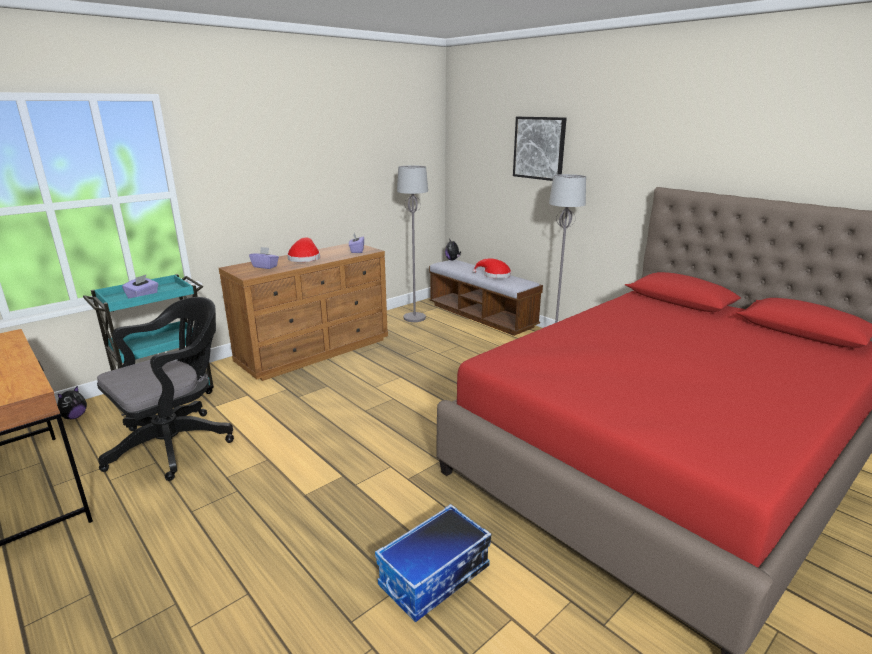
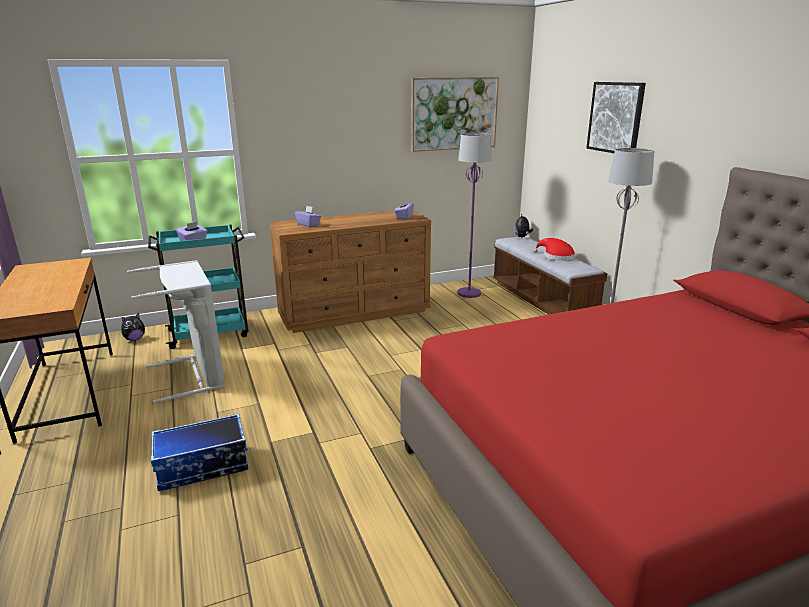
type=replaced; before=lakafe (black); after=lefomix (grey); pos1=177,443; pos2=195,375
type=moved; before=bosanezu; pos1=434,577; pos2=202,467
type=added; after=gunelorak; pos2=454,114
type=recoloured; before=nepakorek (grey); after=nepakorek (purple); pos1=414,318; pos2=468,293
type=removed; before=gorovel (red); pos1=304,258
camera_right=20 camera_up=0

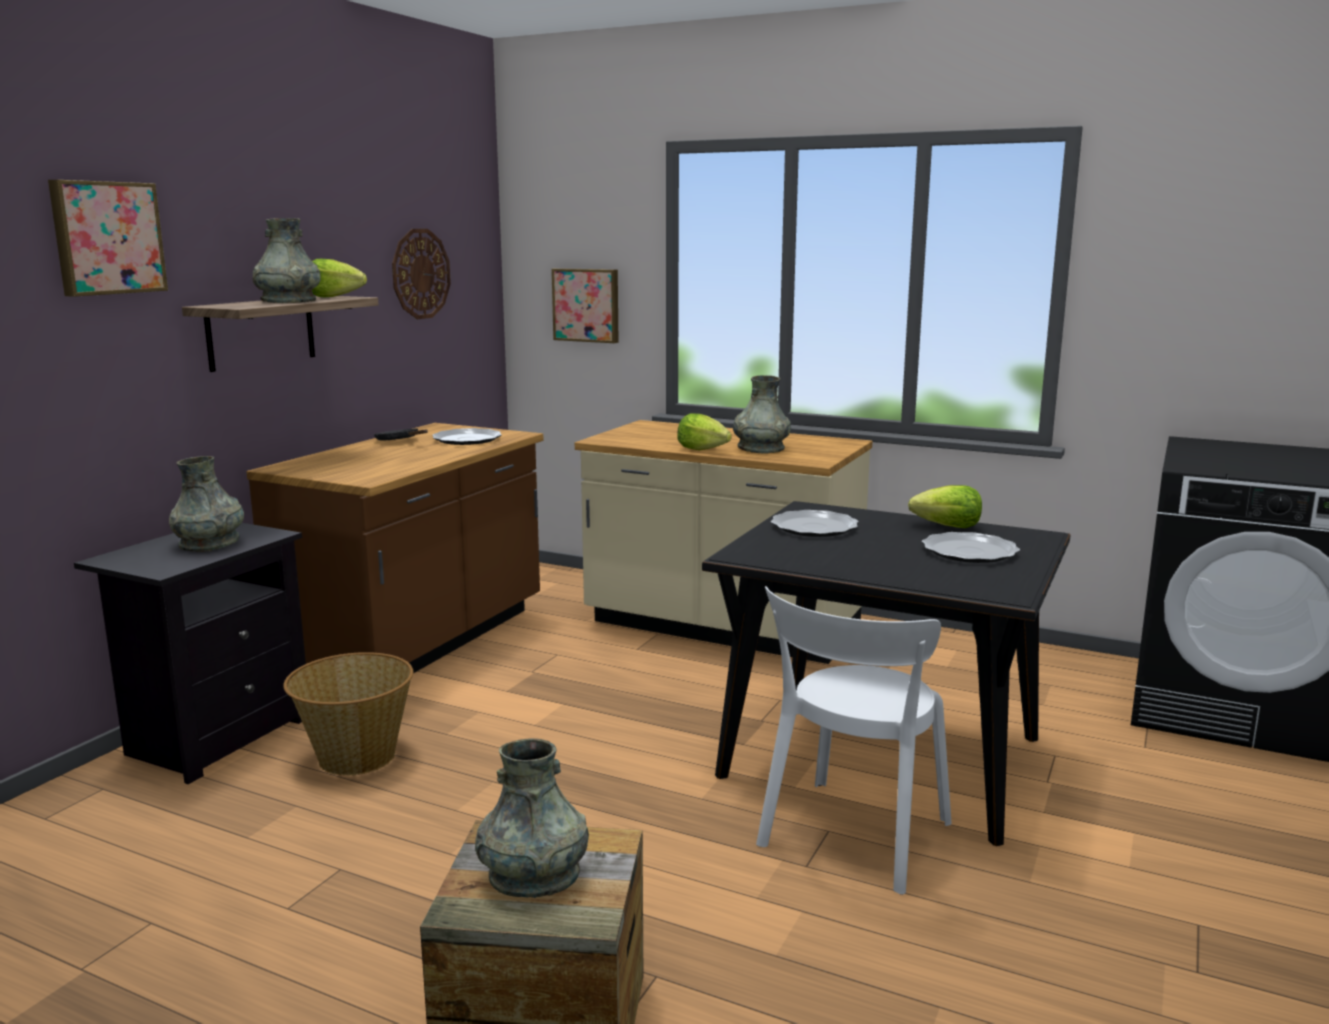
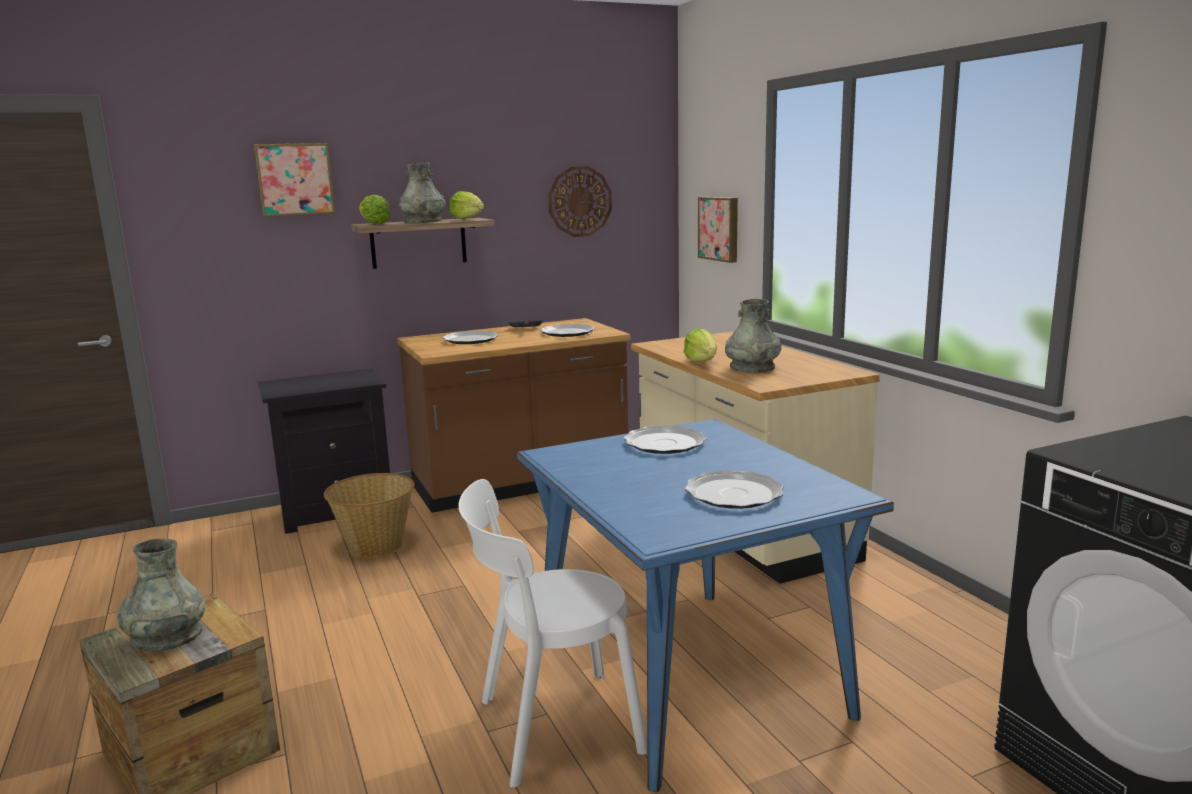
type=moved; before=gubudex; pos1=948,527; pos2=374,224
type=added; after=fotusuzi; pos2=471,340
type=recoloured; before=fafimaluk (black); after=fafimaluk (blue); pos1=883,757; pos2=688,676
type=removed; before=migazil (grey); pos1=209,543
camera_right=40 camera_up=0

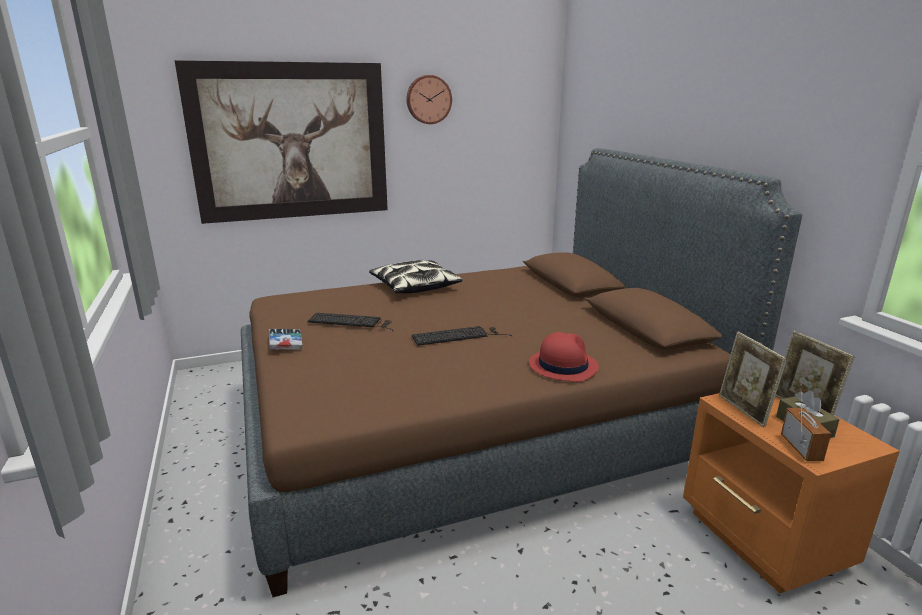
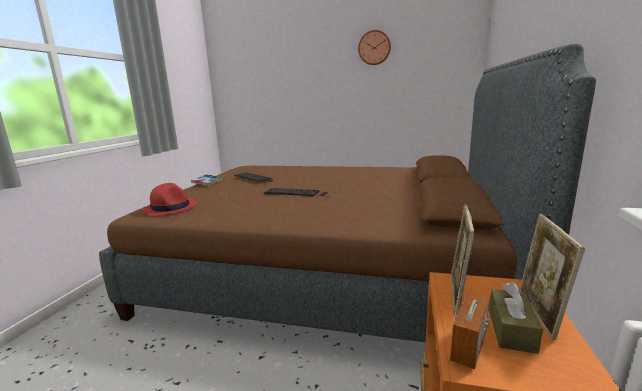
type=moved; before=gorovel (red); pos1=562,365; pos2=171,207
type=removed; before=gunelorak; pos1=291,142
type=removed; before=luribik; pos1=414,286
camera_right=35 camera_up=-5

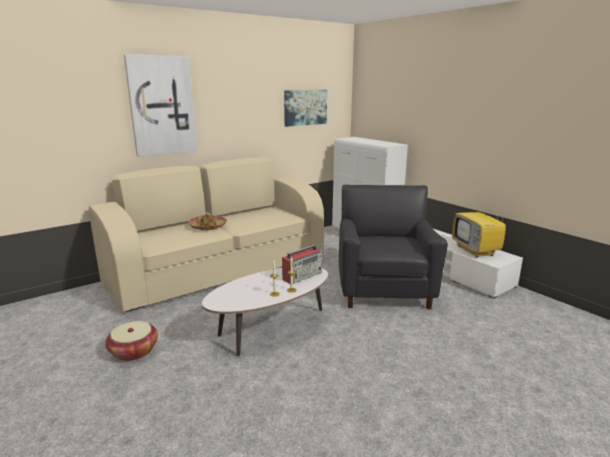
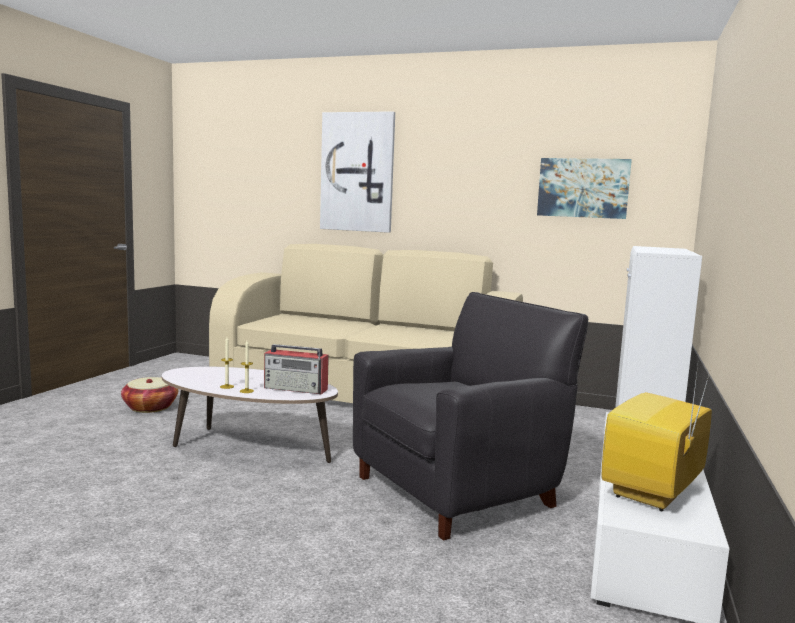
type=removed; before=gorovel; pos1=208,227
camera_right=55 camera_up=-10

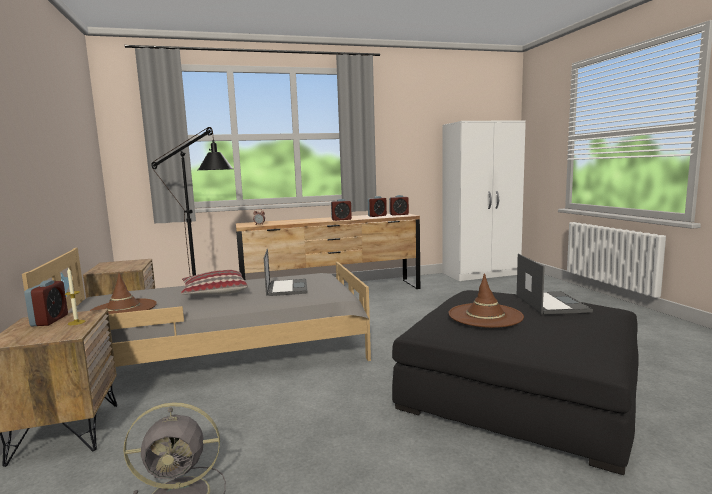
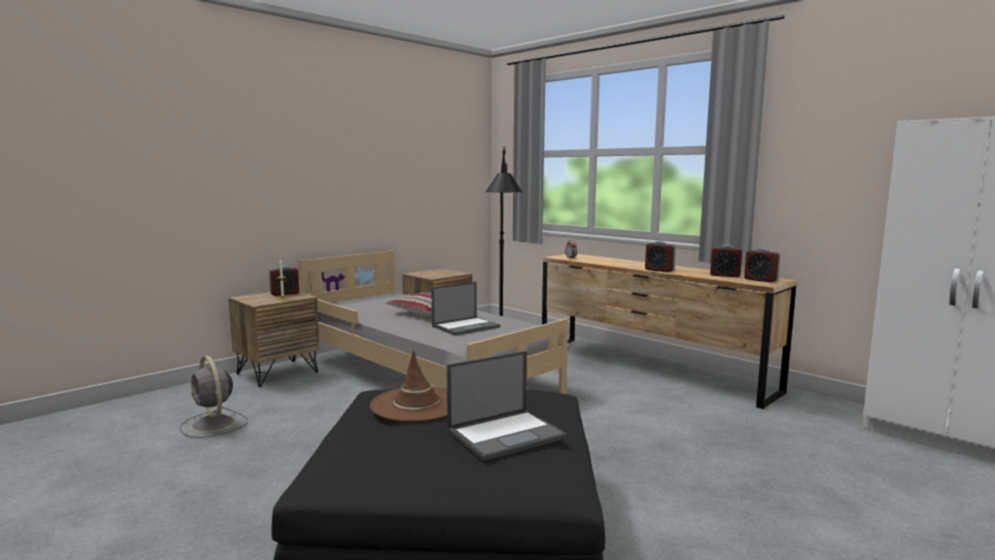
type=removed; before=gorovel (brown); pos1=123,309
camera_right=60 camera_up=0

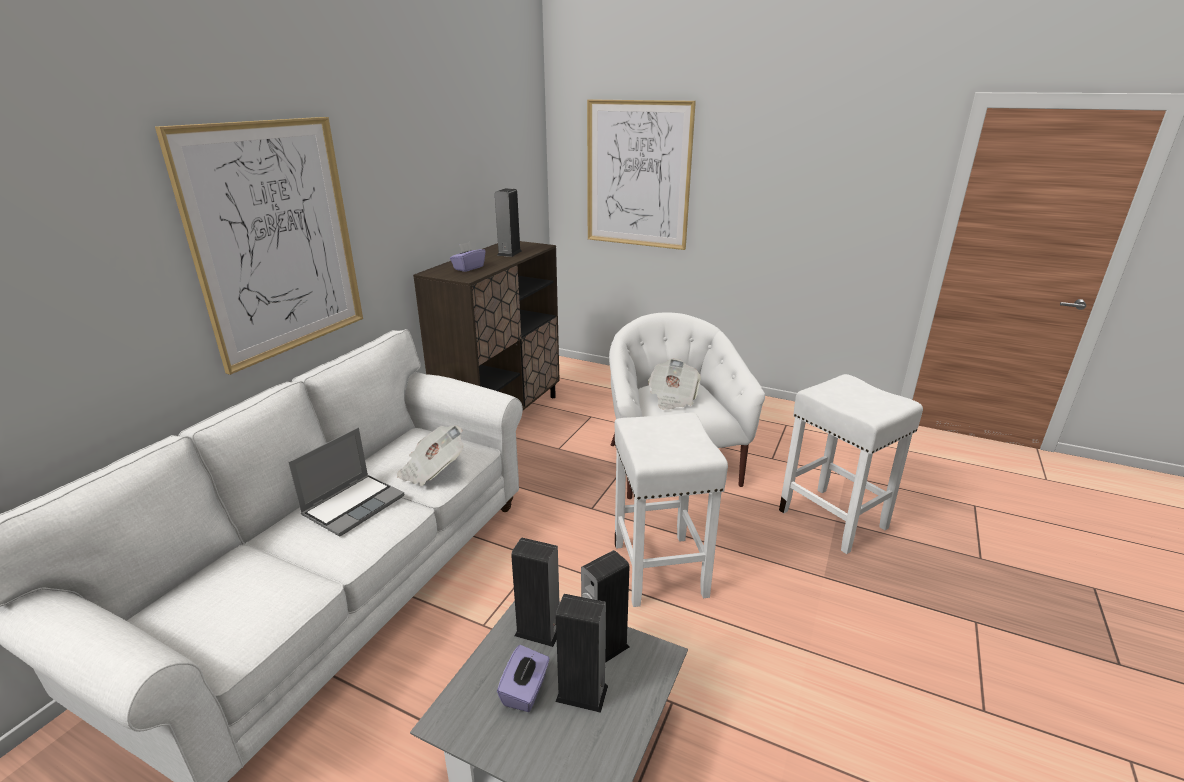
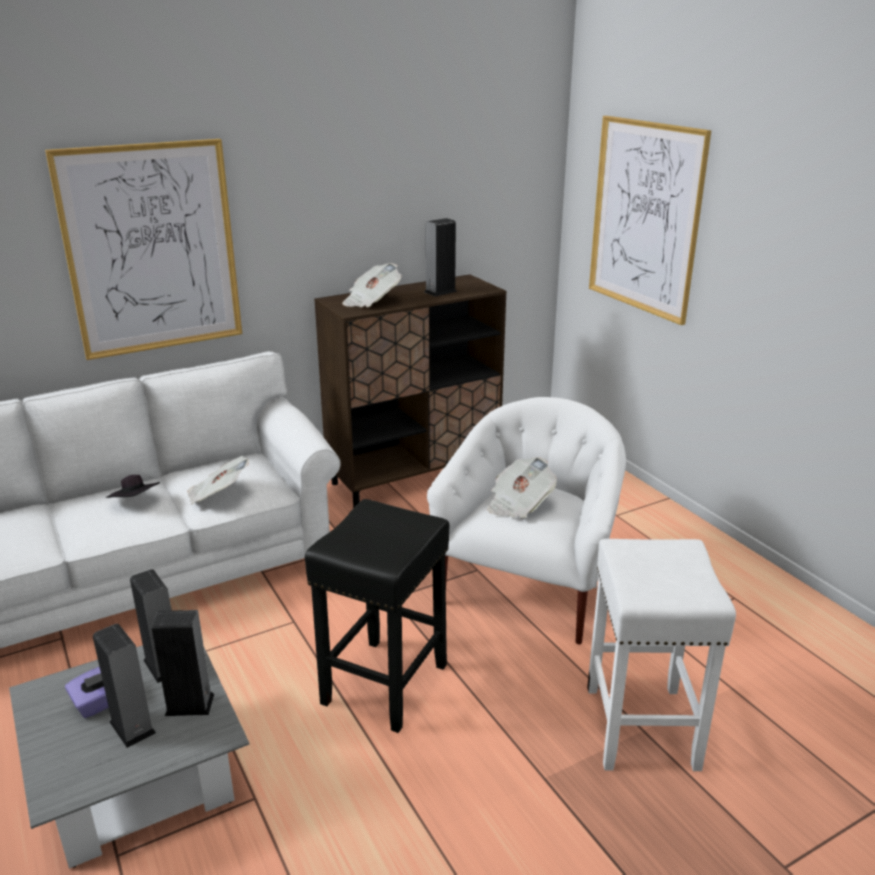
type=replaced; before=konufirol; after=gorovel (black); pos1=354,505; pos2=136,502
type=recoloured; before=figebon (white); after=figebon (black); pos1=660,571; pos2=384,685
type=replaced; before=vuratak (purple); after=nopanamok; pos1=468,268; pos2=371,301
camera_right=35 camera_up=0

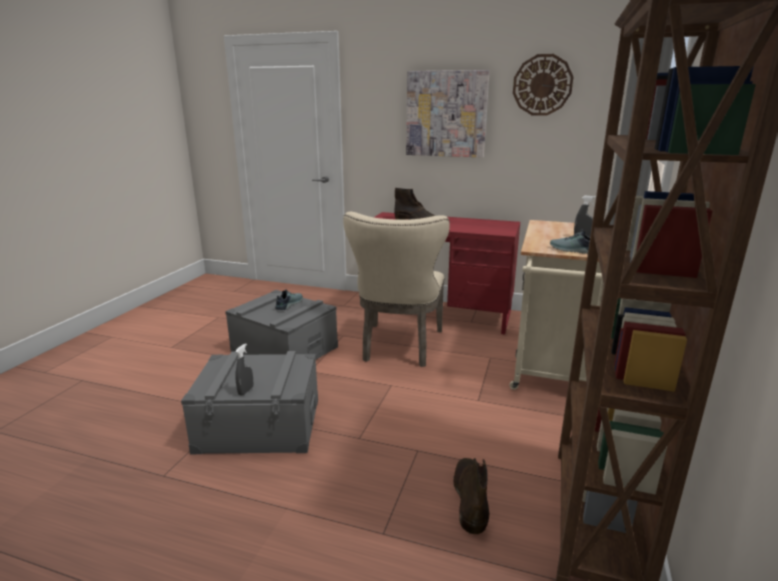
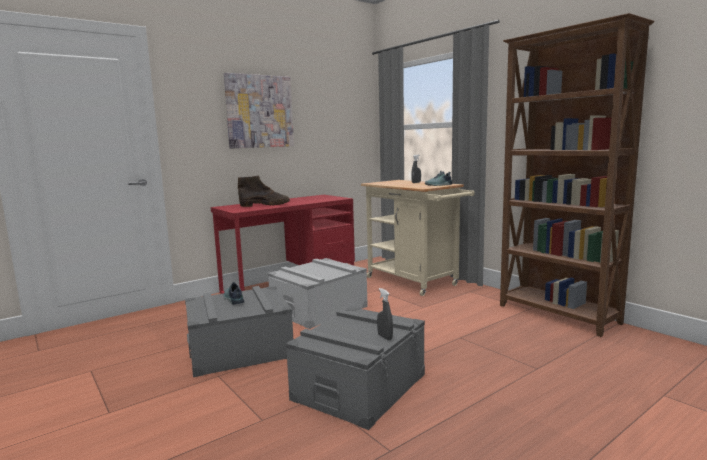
type=replaced; before=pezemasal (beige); after=bosanezu (grey); pos1=400,347; pos2=319,309
type=removed; before=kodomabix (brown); pos1=470,497
type=removed; before=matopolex; pos1=542,85
camera_right=-55 camera_up=-10

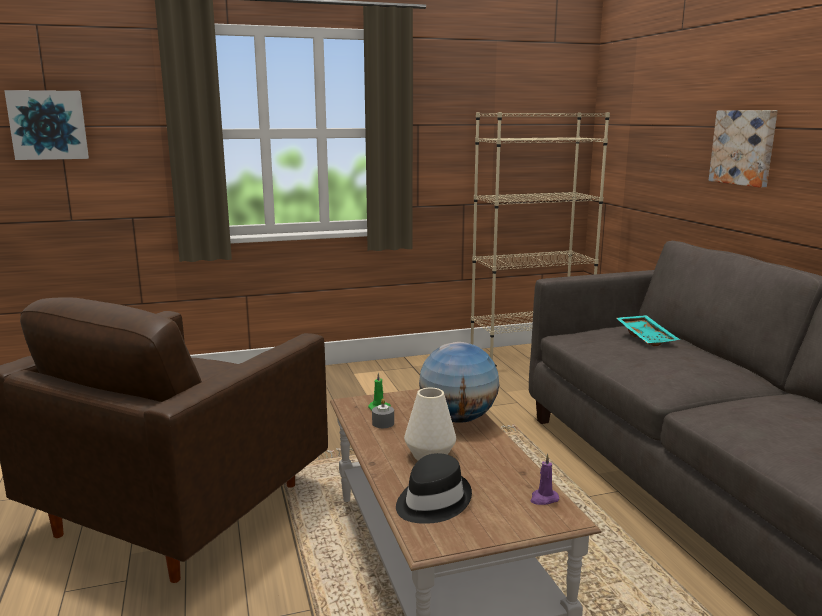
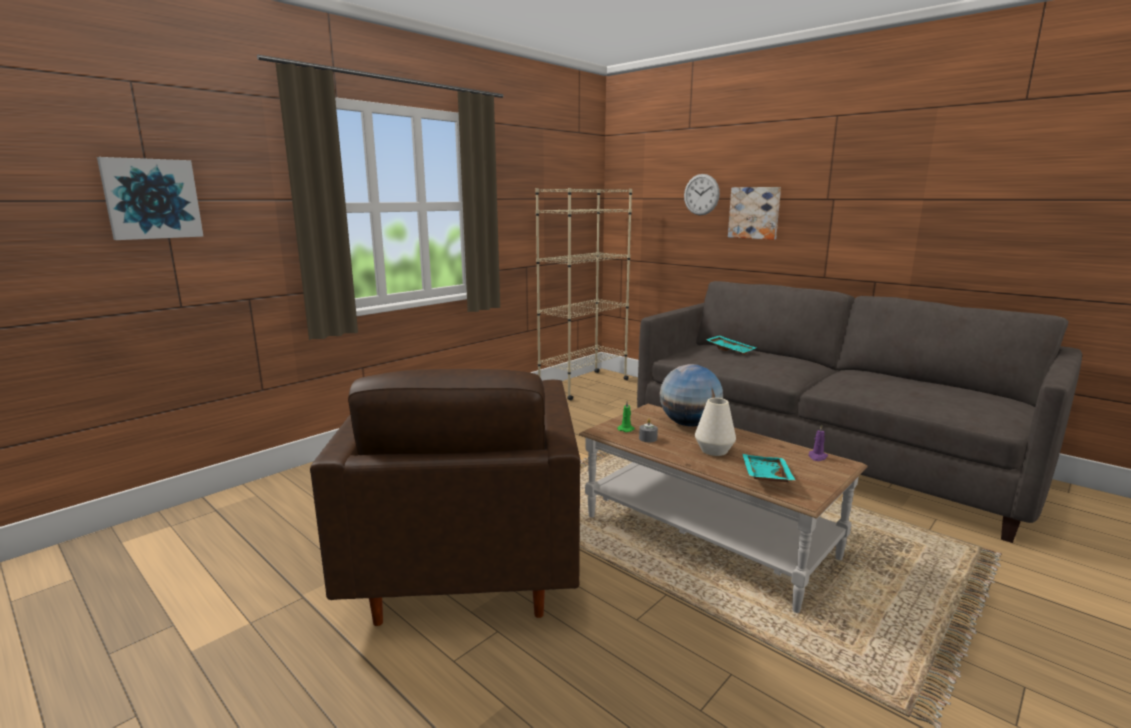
type=added; after=matopolex; pos2=701,194
type=replaced; before=gorovel (black); after=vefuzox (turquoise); pos1=431,501; pos2=764,476
camera_right=-30 camera_up=0

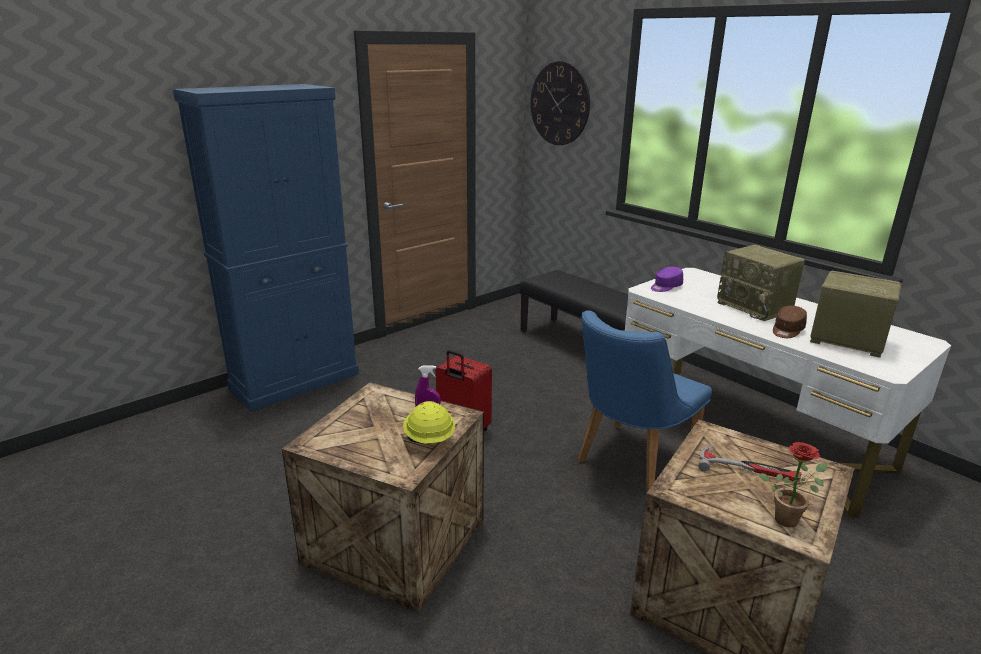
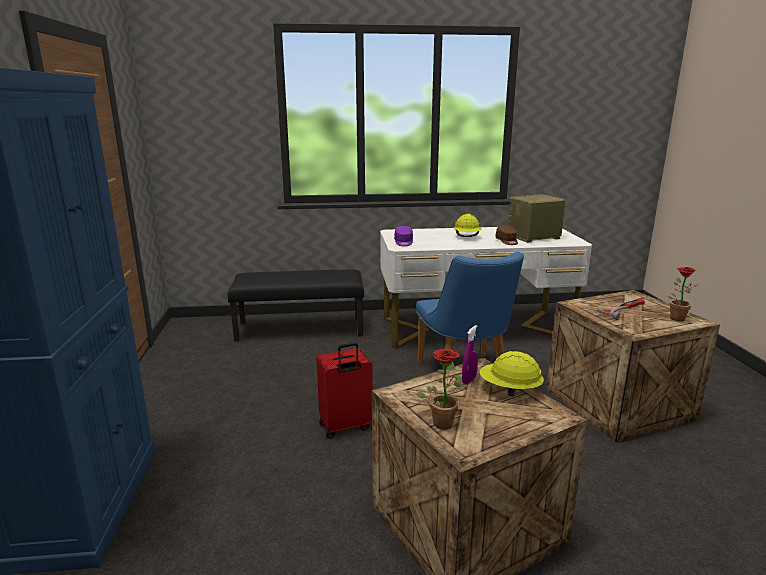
type=added; after=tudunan; pos2=442,421
type=replaced; before=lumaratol; after=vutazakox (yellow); pos1=755,307; pos2=467,237
type=removed; before=matopolex; pos1=559,104
camera_right=-55 camera_up=-5

